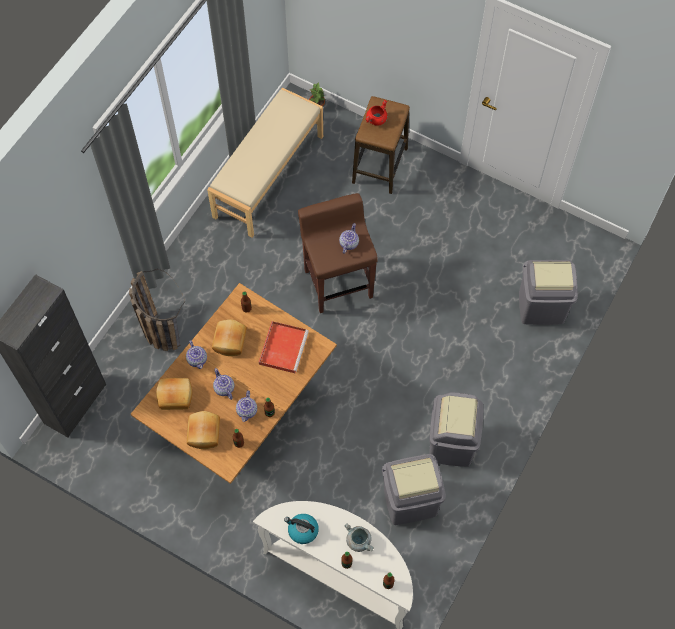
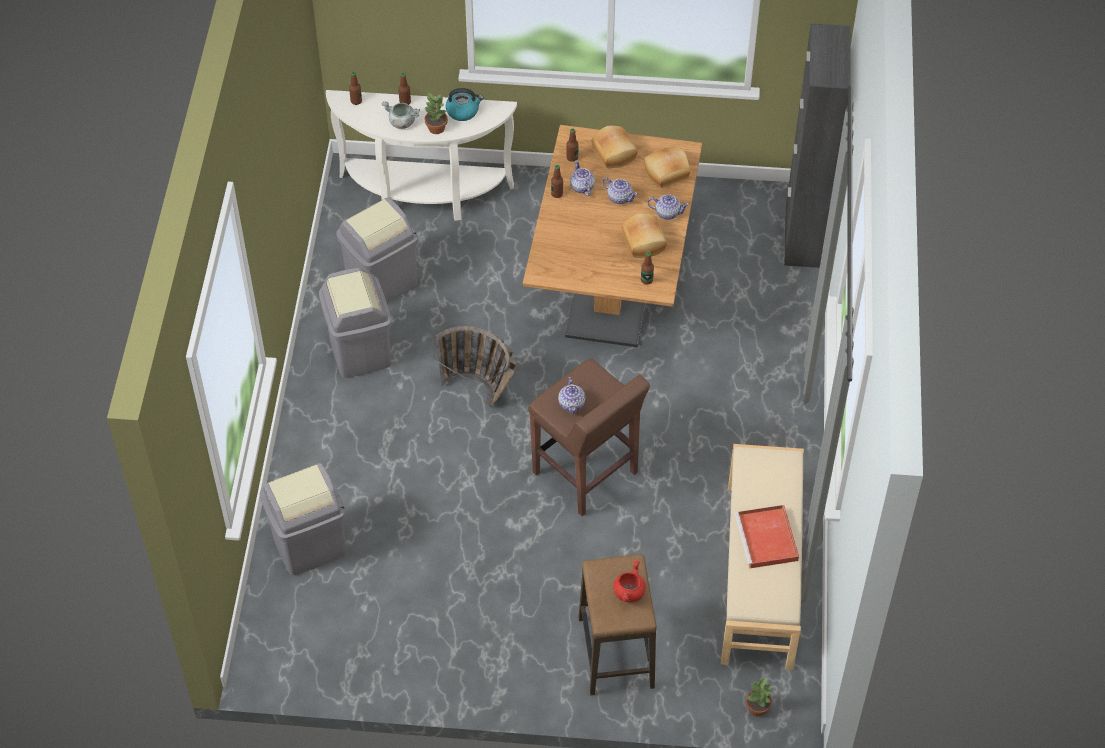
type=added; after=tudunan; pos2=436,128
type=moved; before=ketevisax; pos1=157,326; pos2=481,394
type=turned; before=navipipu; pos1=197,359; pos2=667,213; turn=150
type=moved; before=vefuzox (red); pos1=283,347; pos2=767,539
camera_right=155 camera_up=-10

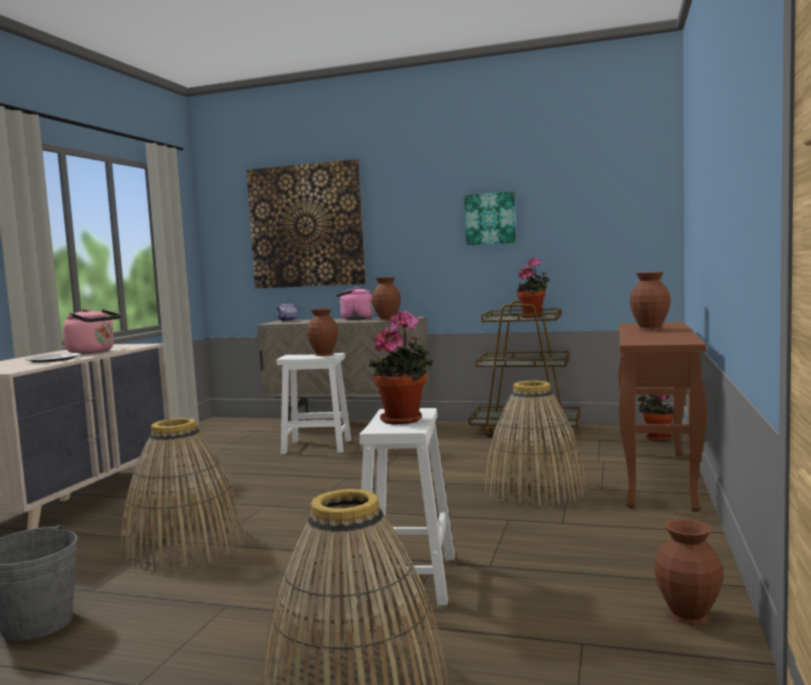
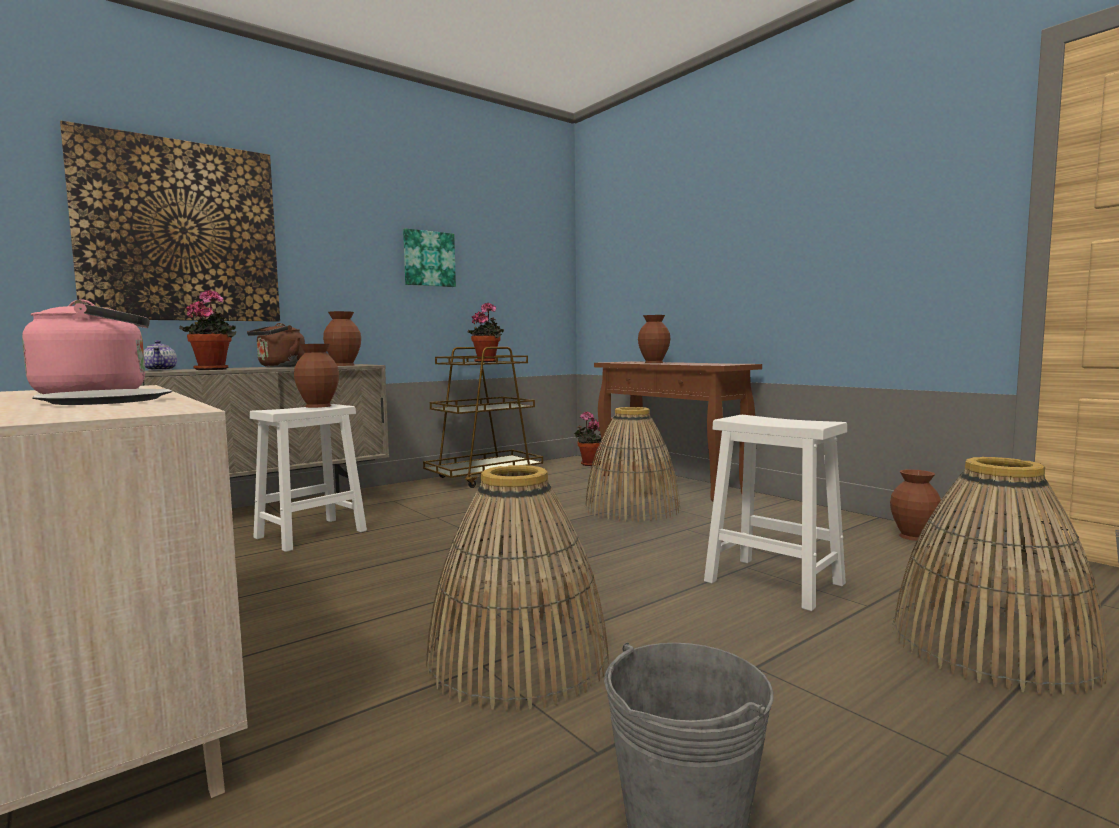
type=moved; before=tudunan; pos1=405,419; pos2=213,369
type=recoloured; before=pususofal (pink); after=pususofal (brown); pos1=354,319; pos2=279,366
camera_right=-55 camera_up=0

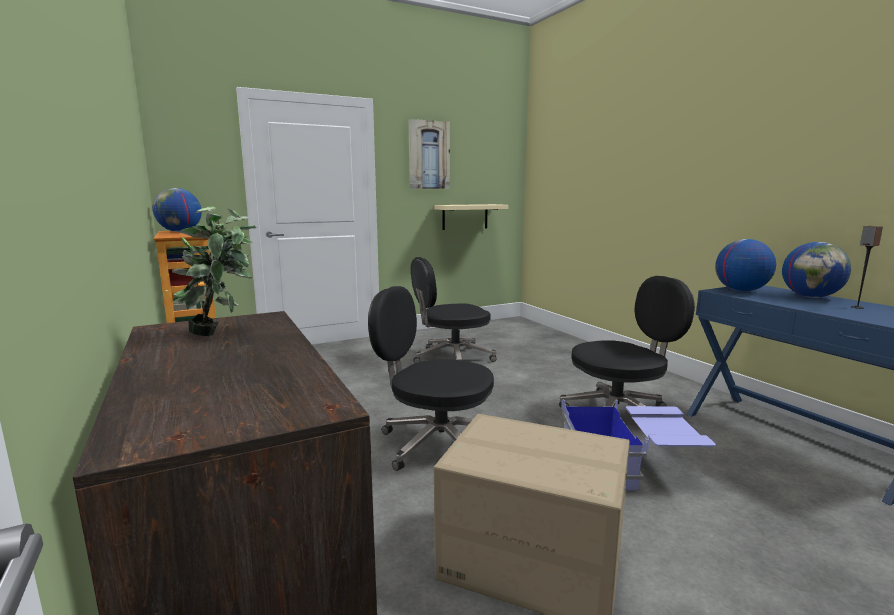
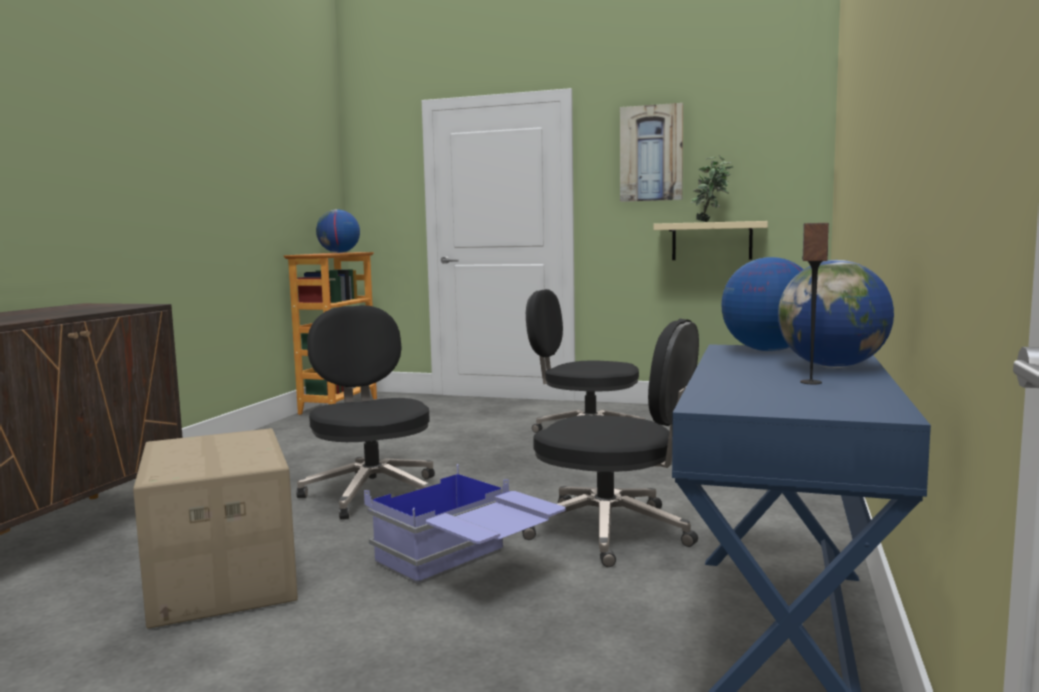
type=moved; before=tudunan; pos1=221,333; pos2=711,222
camera_right=45 camera_up=-5

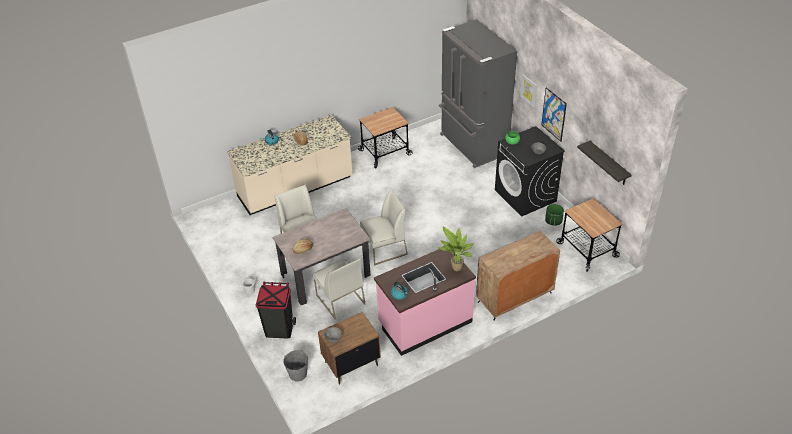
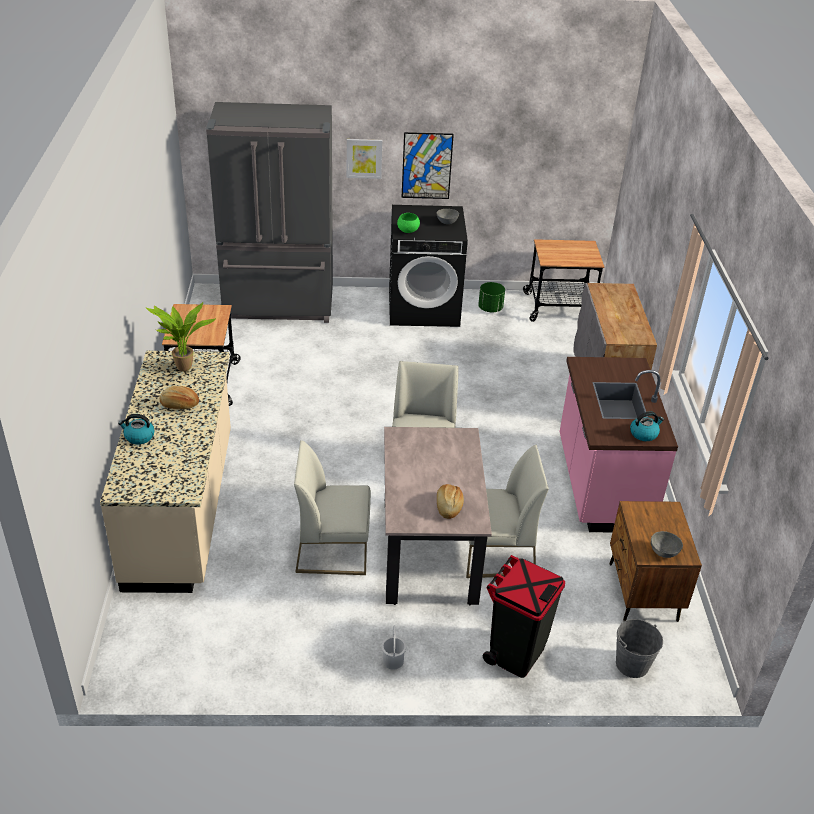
type=moved; before=tudunan; pos1=455,269; pos2=184,369
type=removed; before=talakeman; pos1=609,164
camera_right=-65 camera_up=-5

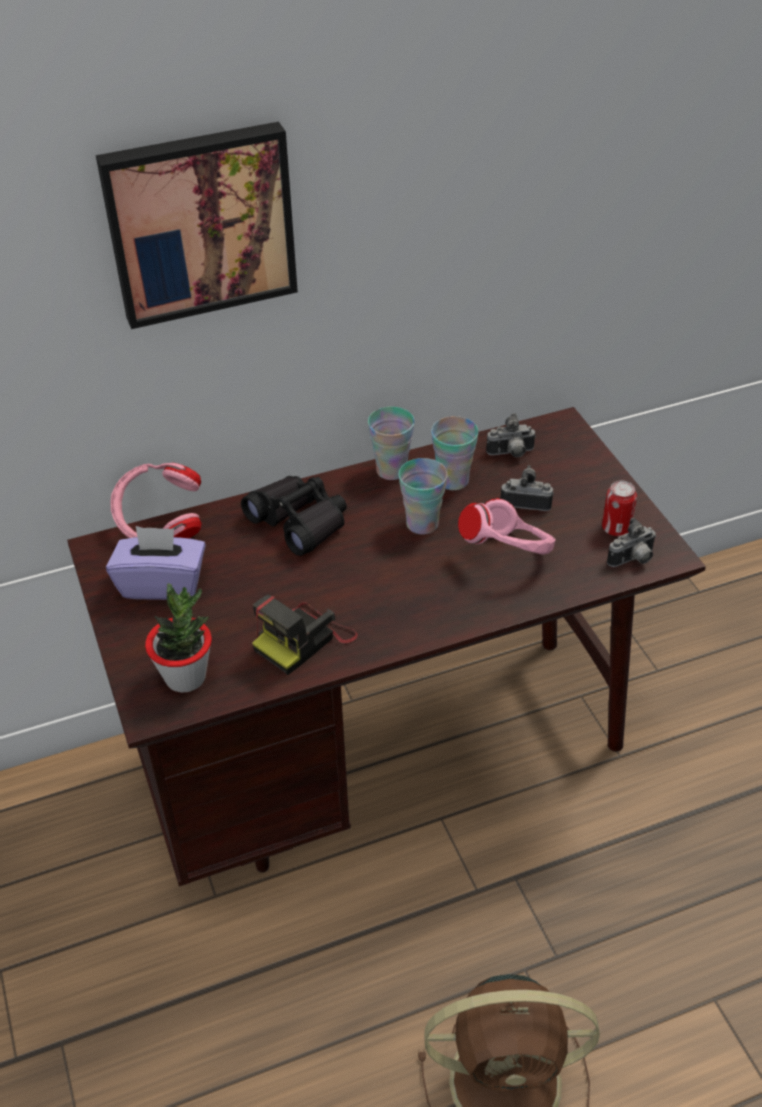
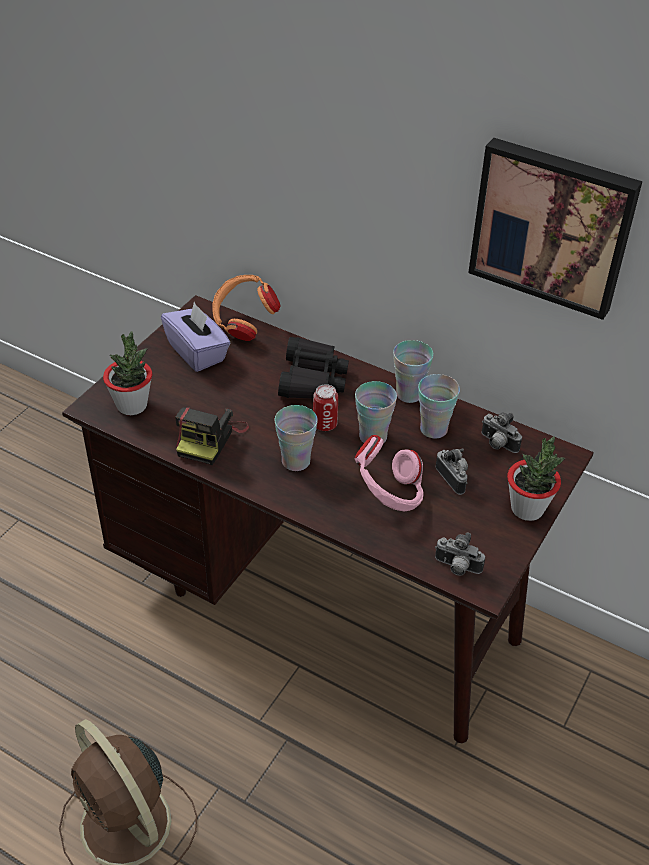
type=turned; before=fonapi; pos1=304,639; pos2=210,438; turn=-75
type=recoloured; before=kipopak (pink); after=kipopak (orange); pos1=160,527; pos2=243,324
type=added; after=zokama; pos2=296,461
type=moved; before=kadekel; pos1=616,528; pos2=325,424
type=moved; before=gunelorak; pos1=200,222; pos2=553,225
type=added; after=tudunan; pos2=527,509
camera_right=50 camera_up=0

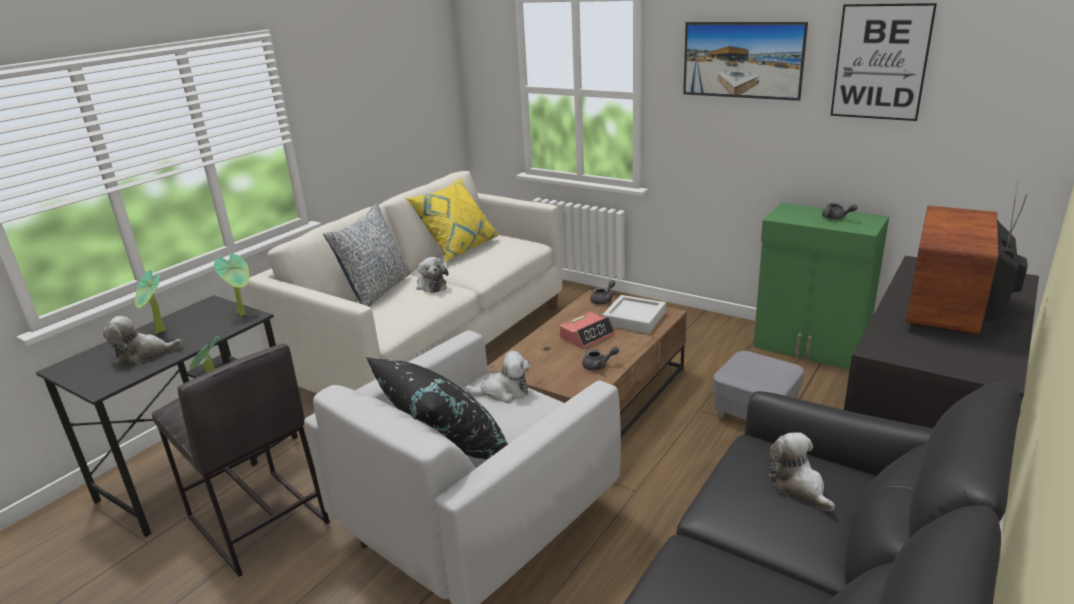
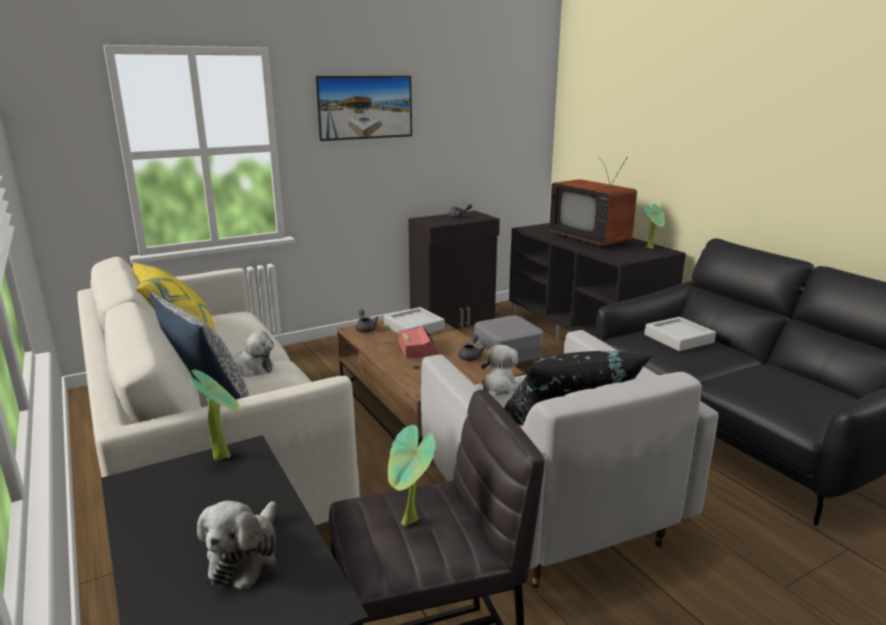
type=recoloured; before=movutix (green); after=movutix (black); pos1=810,348; pos2=453,321
type=moved; before=tudunan; pos1=159,332; pos2=651,247
type=replaced; before=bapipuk; after=vefuzox (grey); pos1=798,486; pos2=678,338
type=removed; before=gunelorak; pos1=880,62
camera_right=-65 camera_up=-5

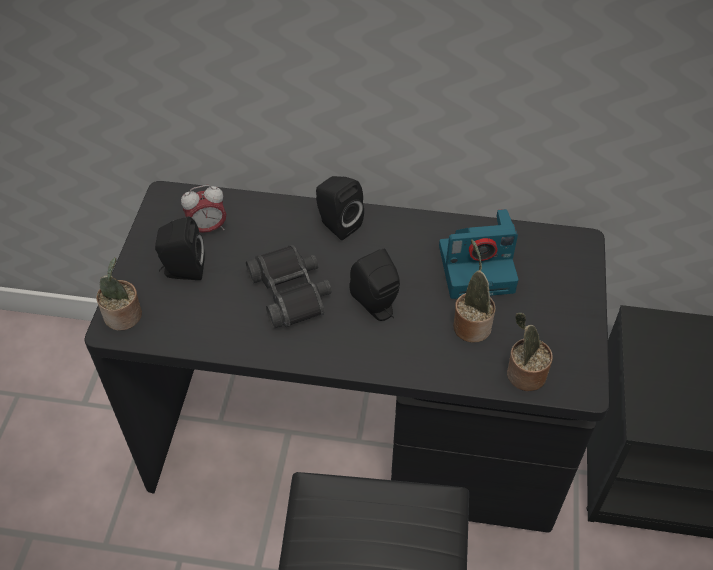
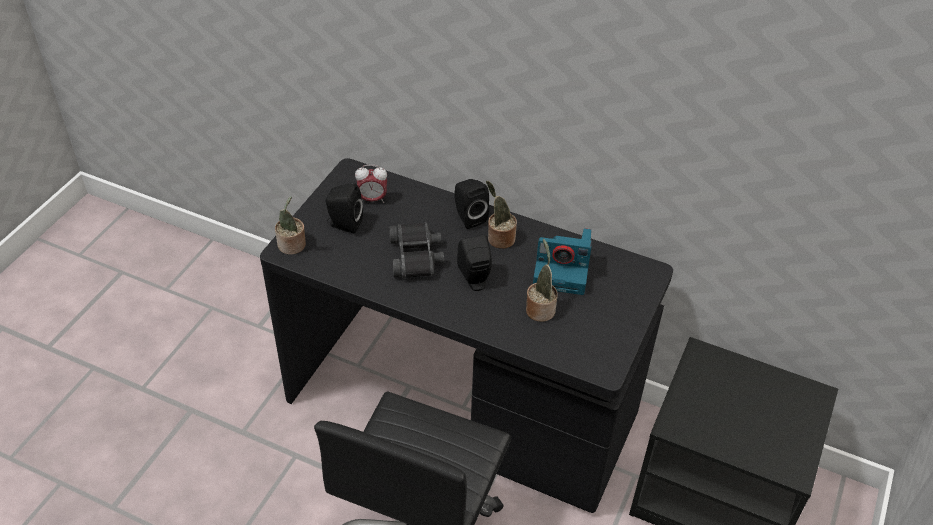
type=moved; before=tudunan; pos1=523,375; pos2=499,238
camera_right=15 camera_up=-5

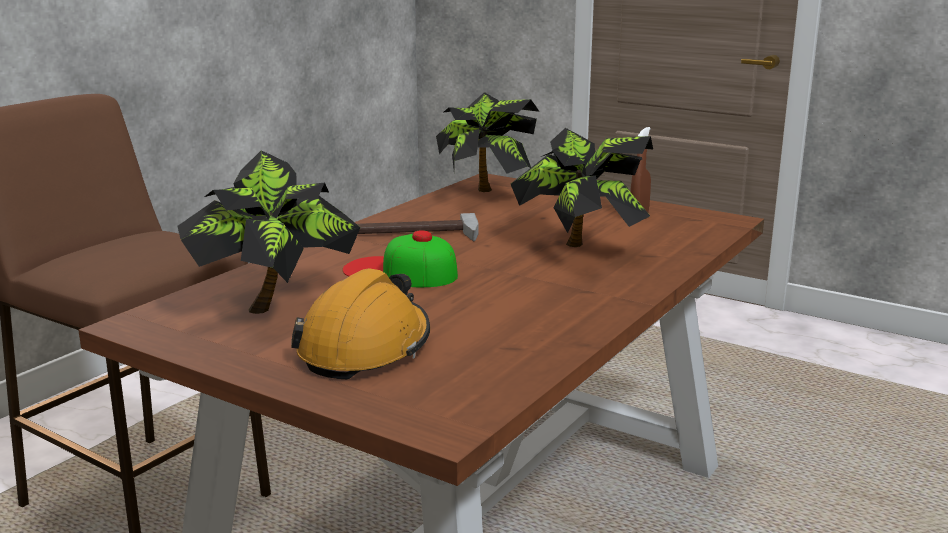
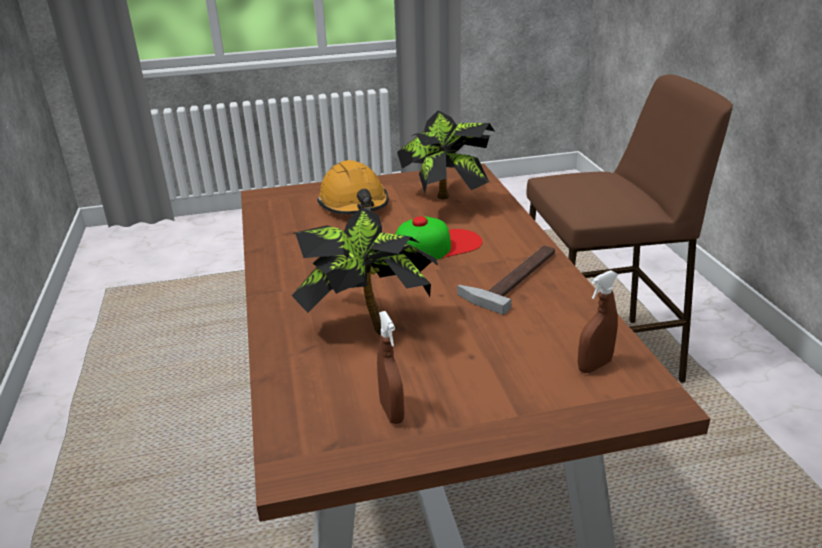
type=replaced; before=tudunan; after=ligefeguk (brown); pos1=484,194; pos2=594,366
camera_right=135 camera_up=10

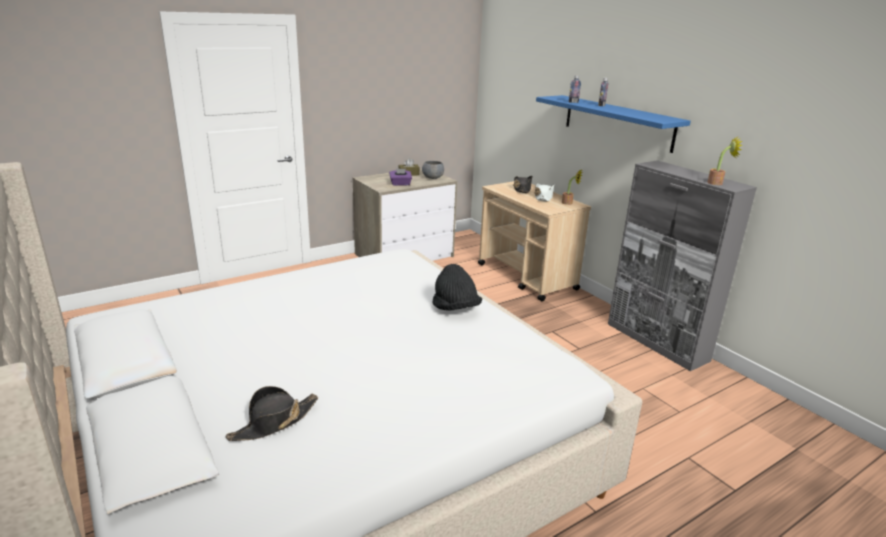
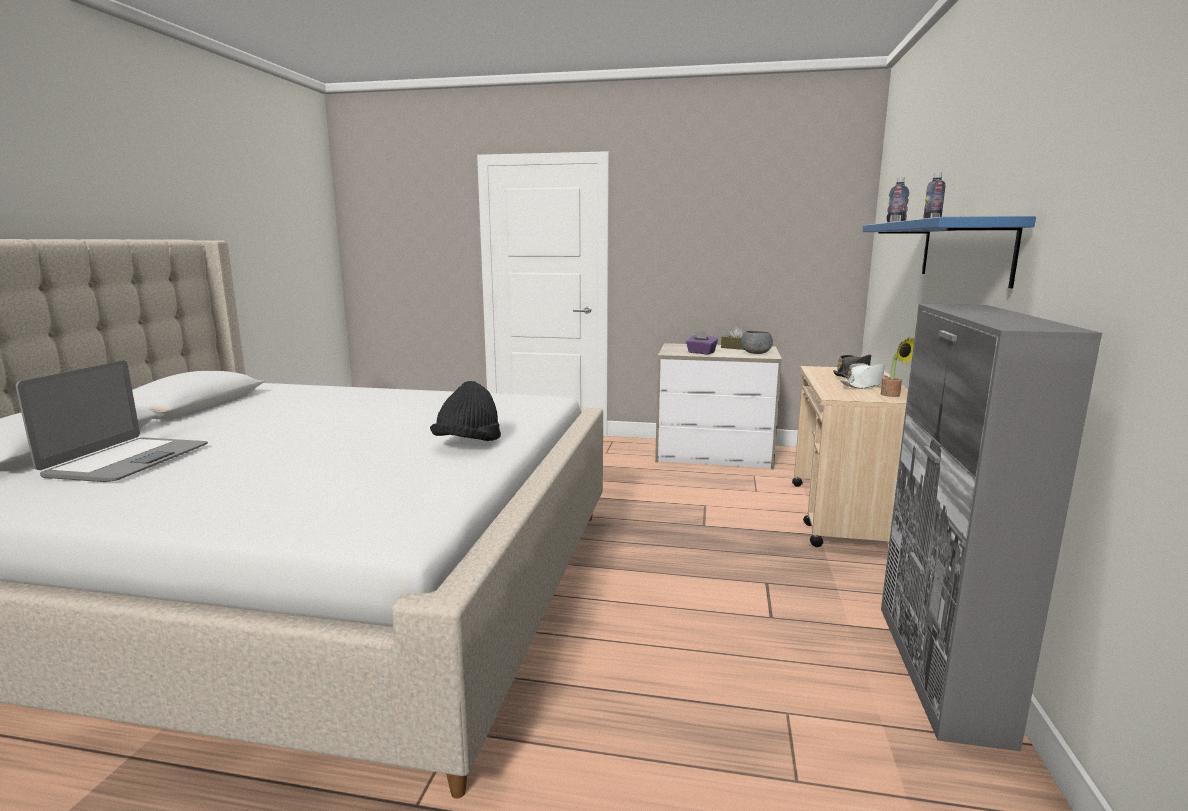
type=replaced; before=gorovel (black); after=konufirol; pos1=274,422; pos2=127,461
type=removed; before=tudunan; pos1=718,183
camera_right=45 camera_up=-10

